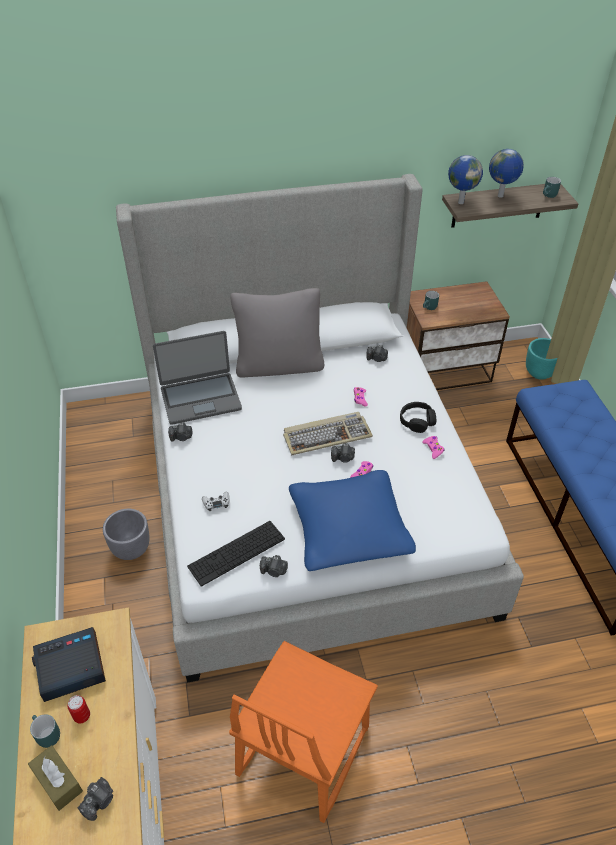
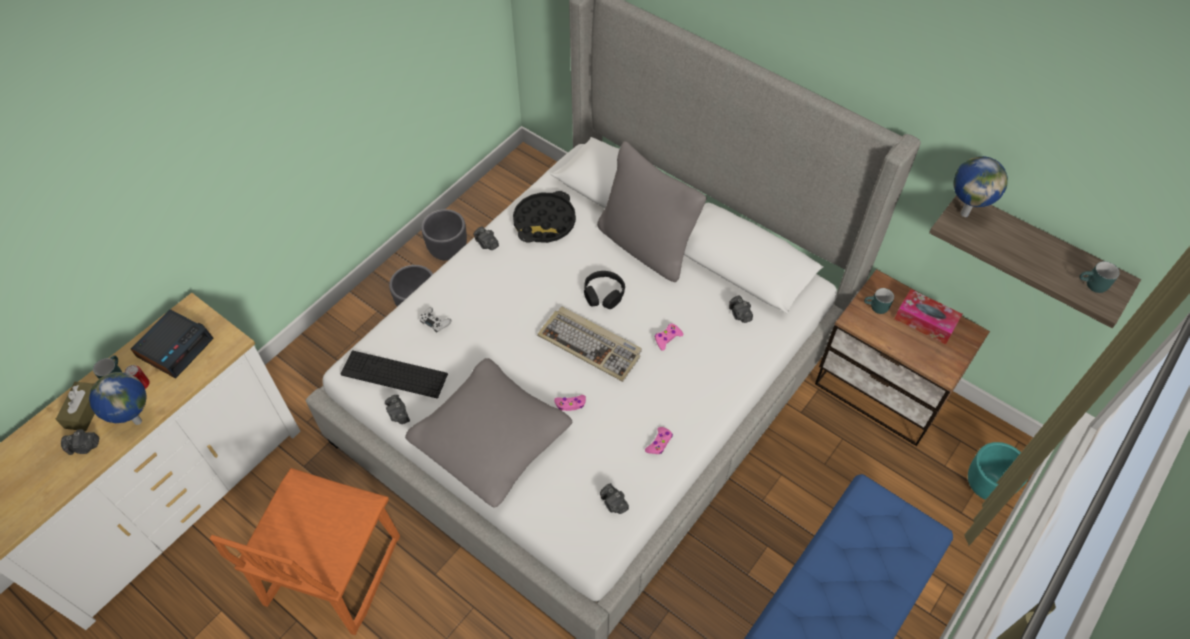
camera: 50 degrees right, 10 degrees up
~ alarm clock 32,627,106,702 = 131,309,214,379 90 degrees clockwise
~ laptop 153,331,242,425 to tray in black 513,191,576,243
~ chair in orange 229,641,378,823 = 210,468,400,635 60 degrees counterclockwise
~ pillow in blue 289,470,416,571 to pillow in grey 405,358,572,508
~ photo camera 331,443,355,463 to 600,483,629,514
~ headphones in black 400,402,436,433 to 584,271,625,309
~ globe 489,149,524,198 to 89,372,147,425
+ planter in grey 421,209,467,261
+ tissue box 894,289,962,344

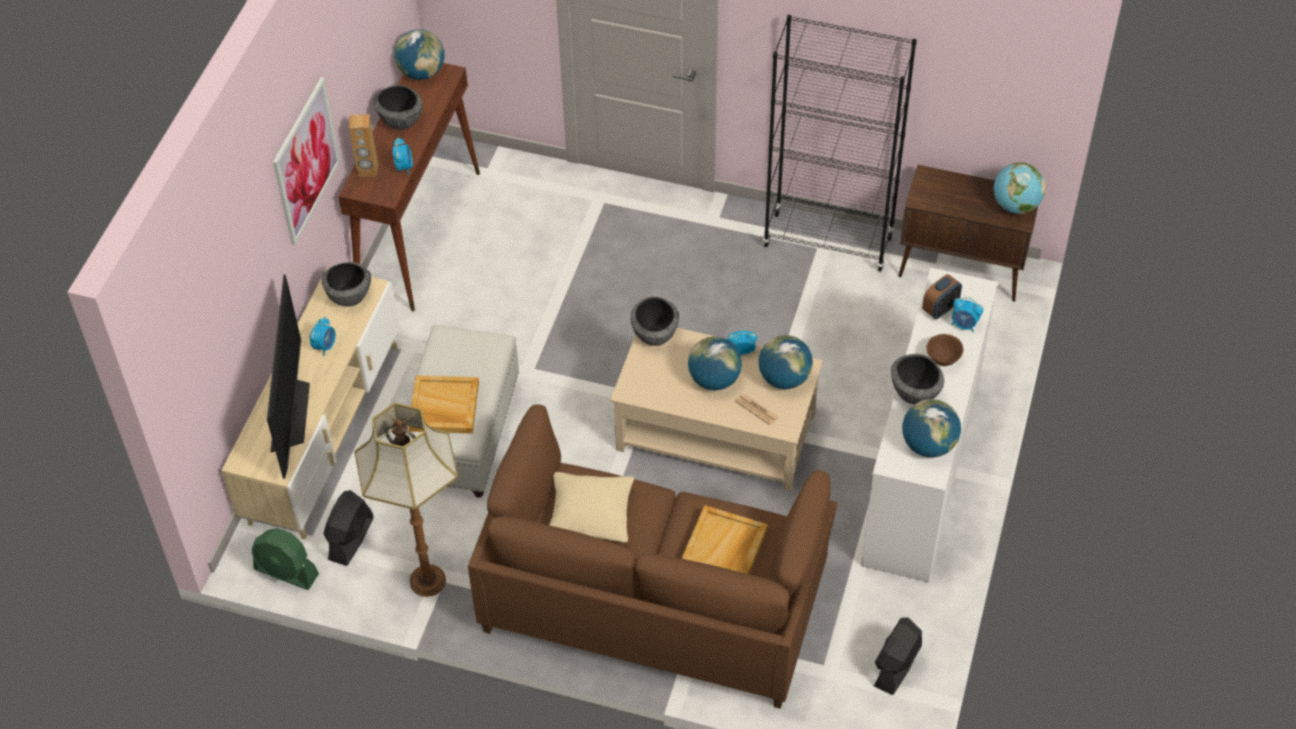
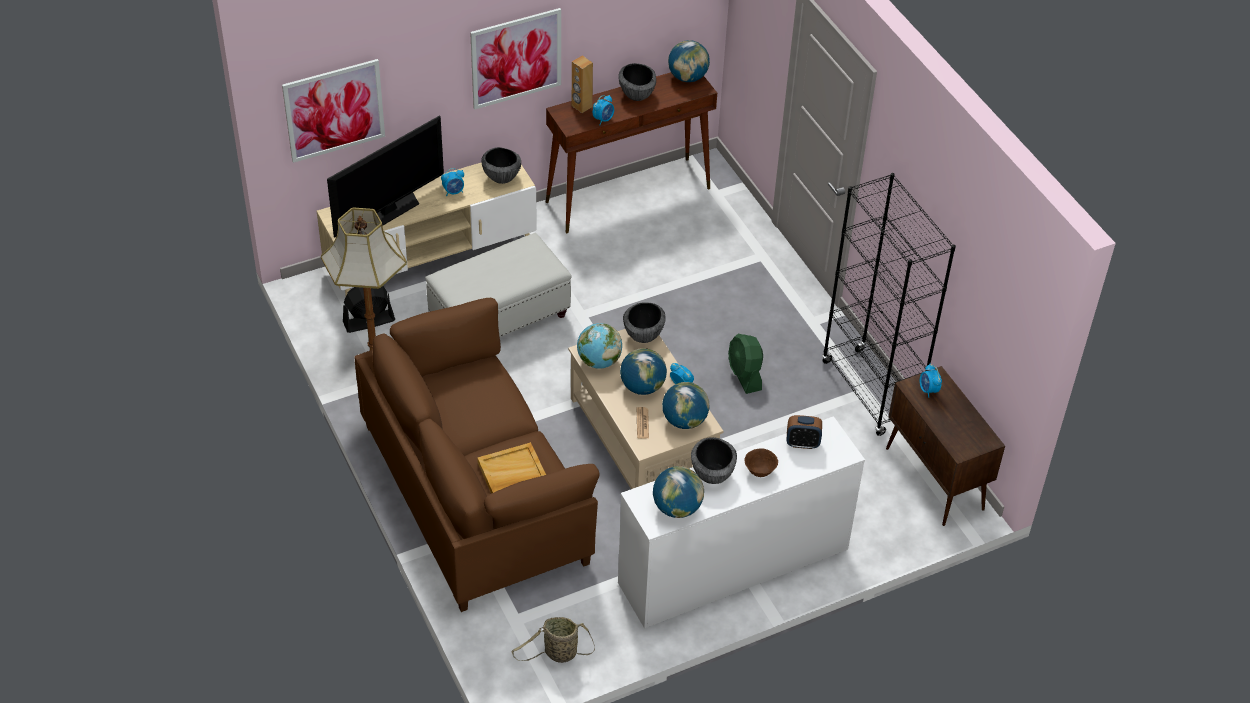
camera: 45 degrees right, 5 degrees down
~ fan in green 252,528,319,590 to 728,334,763,394
- tray in beige 408,376,479,434
- pillow in beige 549,472,634,543
~ fan in black 874,618,922,695 to basket 511,617,595,663
~ alarm clock 951,297,983,332 to 920,364,942,398
~ globe 994,162,1046,214 to 577,323,622,369
+ picture 282,59,385,163

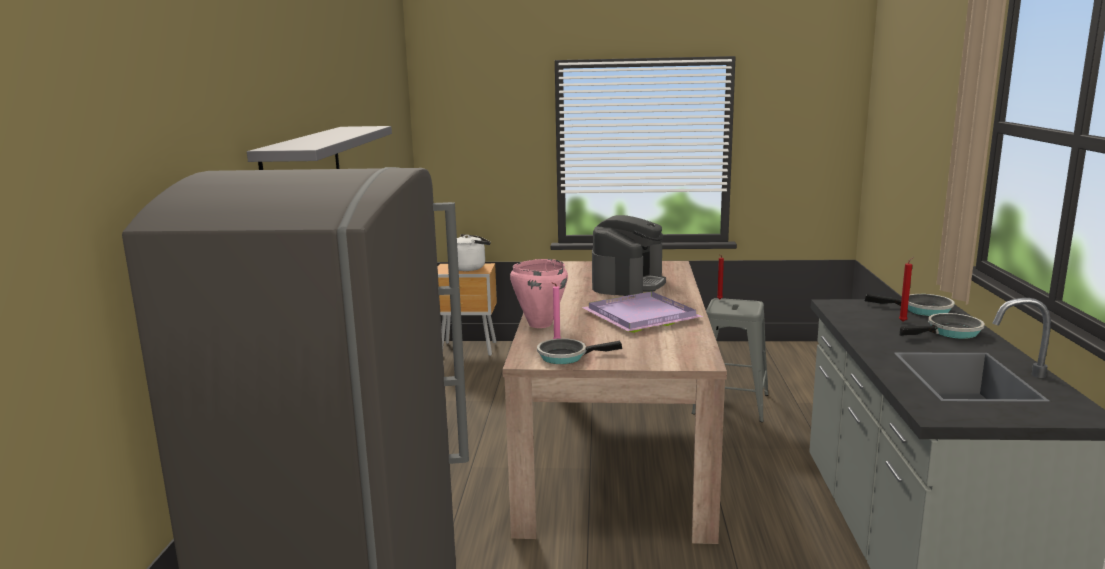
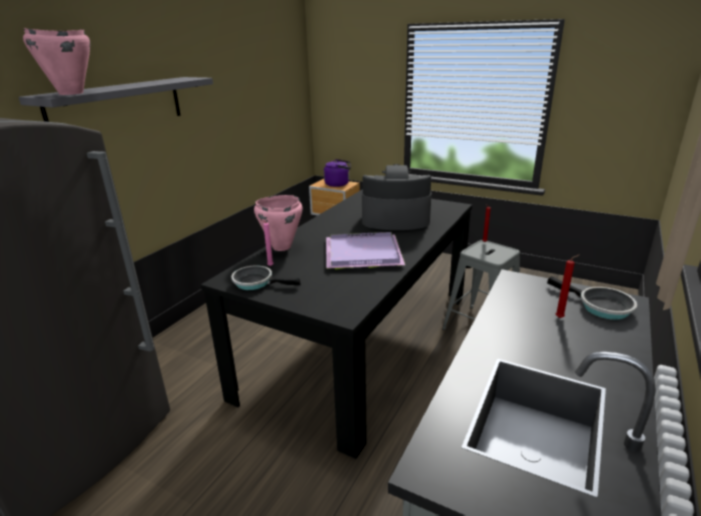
camera: 25 degrees right, 10 degrees up
~ kettle in white 457,234,490,271 to kettle in purple 324,159,351,187
~ dining table in beige 502,261,727,544 to dining table in black 201,189,472,459
~ coffee machine 592,215,666,297 = 362,164,432,230 135 degrees counterclockwise
- frying pan 900,313,985,339
+ cooking pot in pink 23,28,90,95

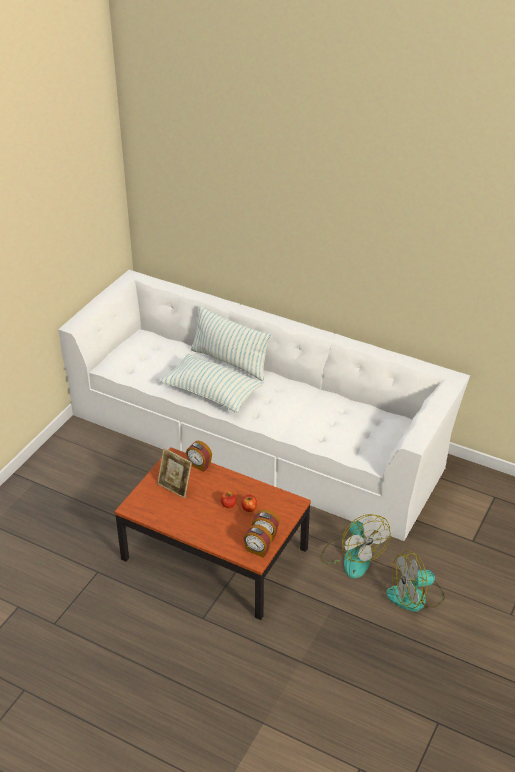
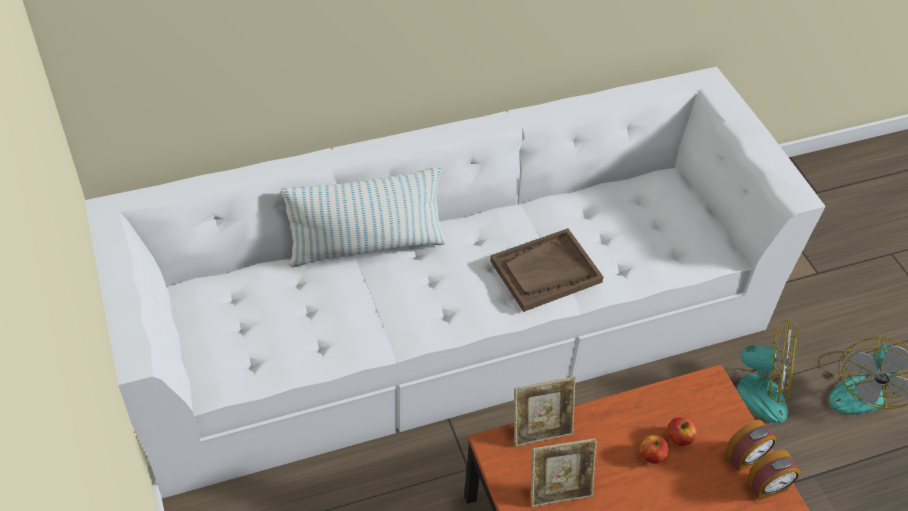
camera: 50 degrees left, 10 degrees up
- pillow 159,353,264,413
~ alarm clock 186,441,212,472 to picture frame 514,377,576,447
+ tray in brown 490,228,603,312

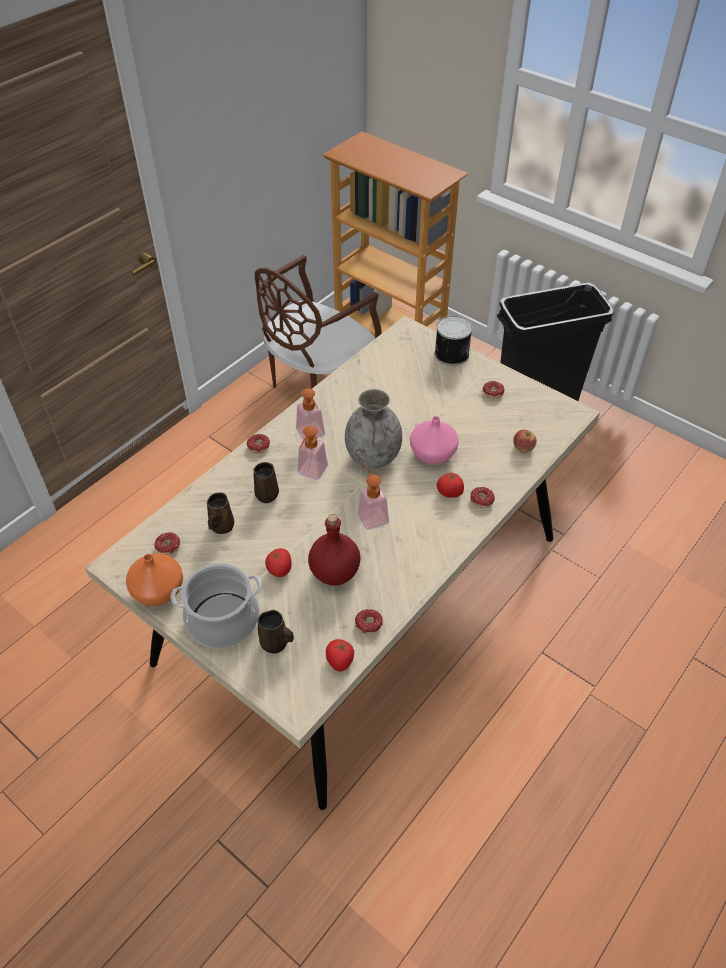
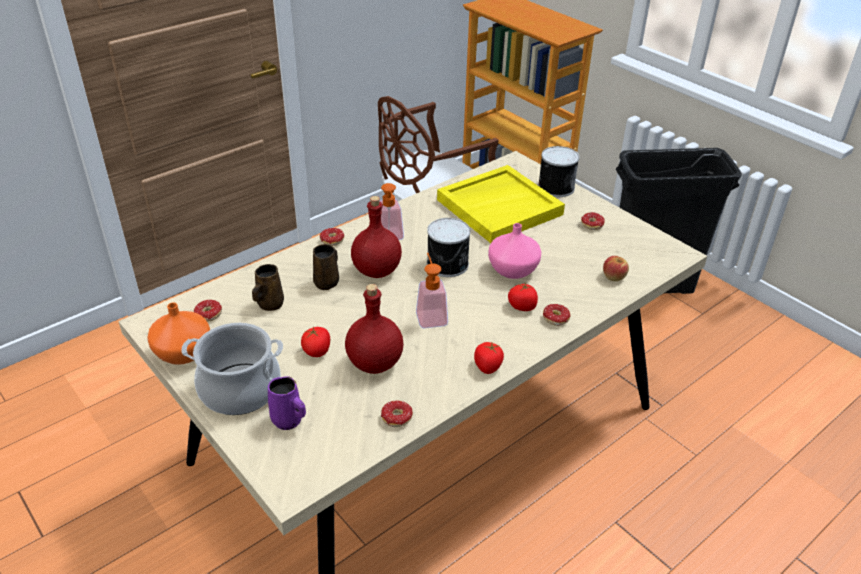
camera: 10 degrees right, 10 degrees down
~ mug in brown 258,610,294,654 to mug in purple 268,376,306,430
~ soap dispenser 297,426,328,480 to bottle in red 351,196,402,278
~ tomato 326,639,354,672 to 474,342,504,374
~ vase in grey 345,389,402,468 to can 427,218,471,277
+ tray in yellow 437,165,565,243

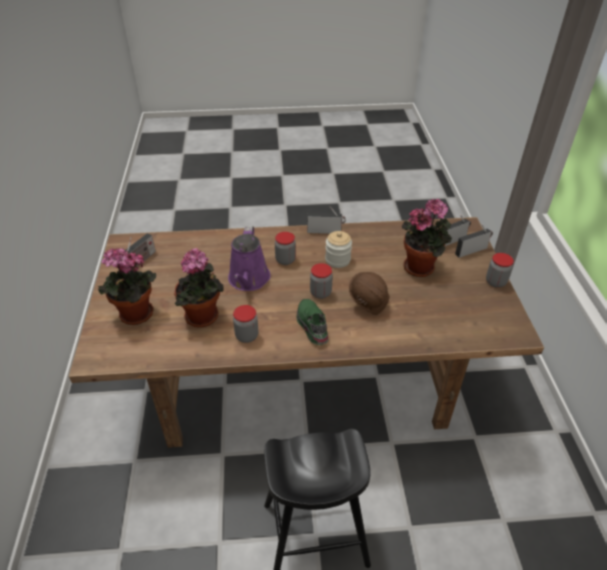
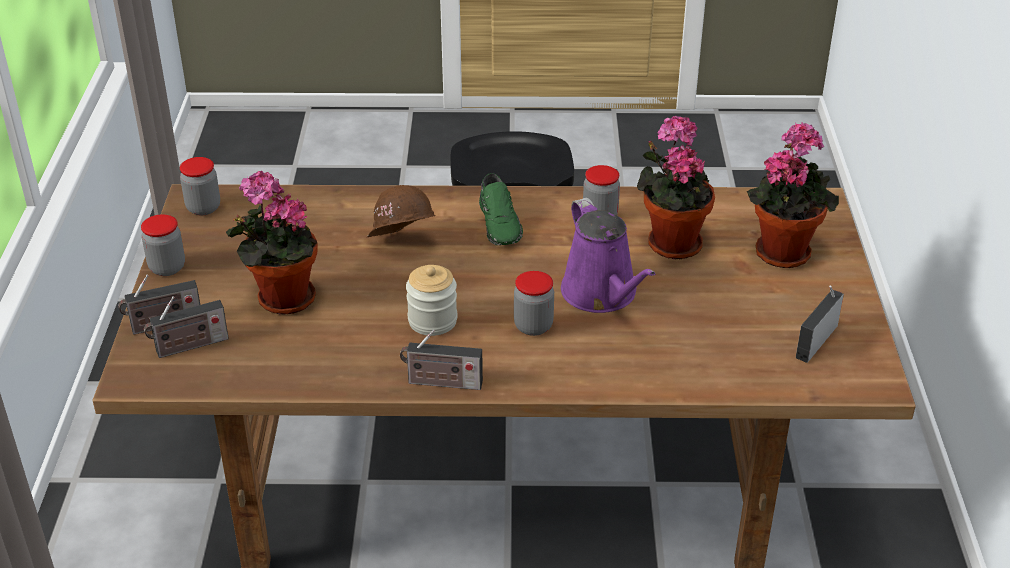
camera: 175 degrees left, 5 degrees down
~ watering can in purple 228,226,271,291 = 561,198,656,313 150 degrees clockwise
~ jar 310,263,333,299 to 180,157,220,215

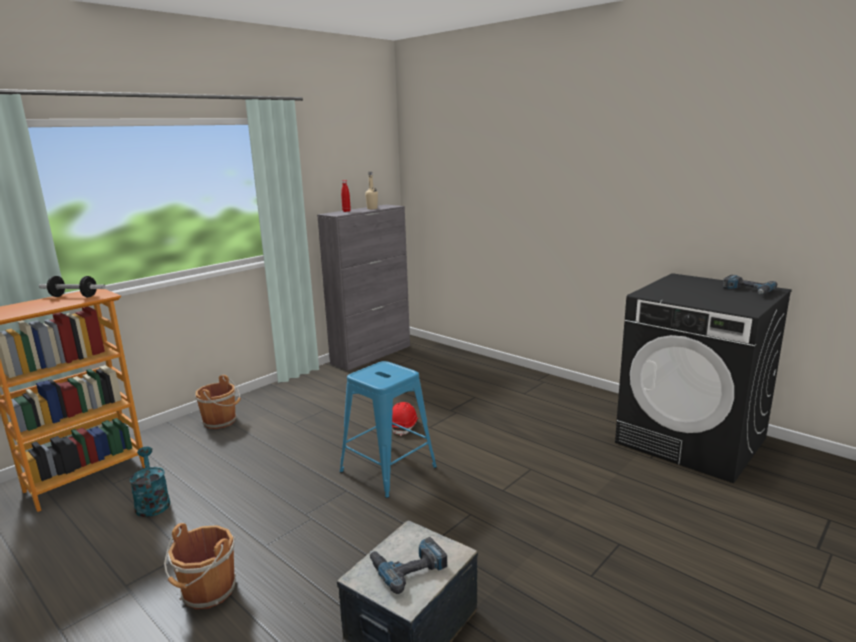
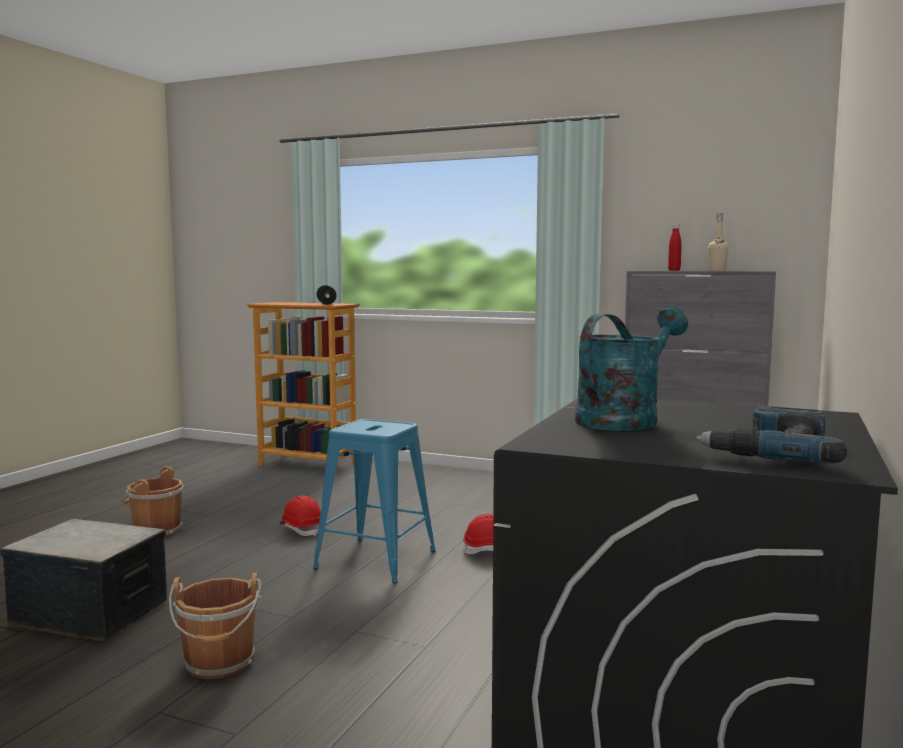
camera: 70 degrees right, 10 degrees down
~ watering can in turquoise 130,447,170,517 to 575,306,688,431
~ bucket in brown 195,375,241,429 to 169,573,261,679
- power drill 369,537,447,594
+ hard hat in red 280,495,321,536

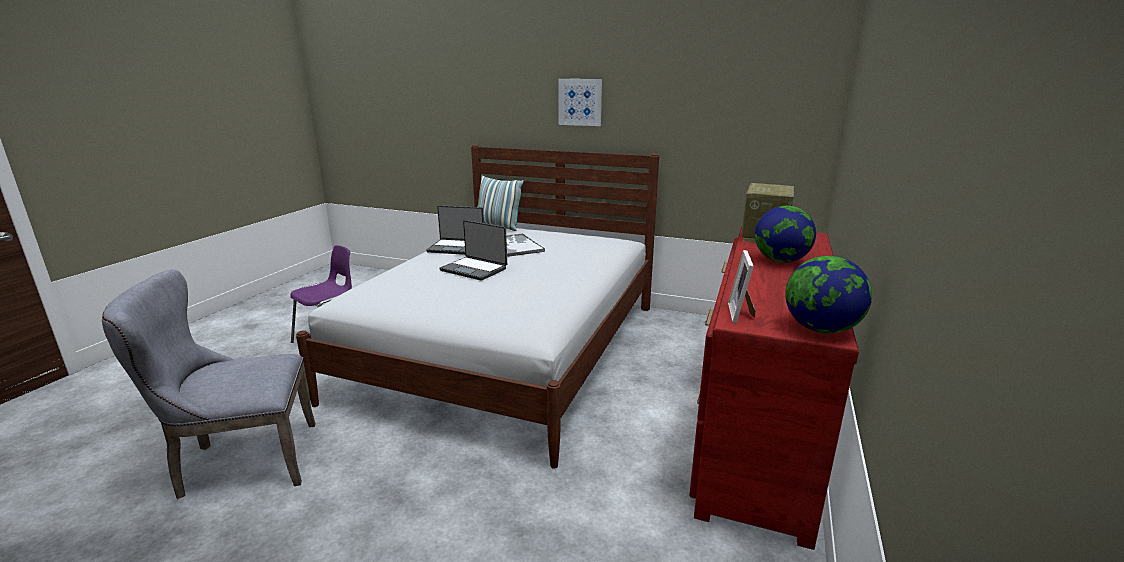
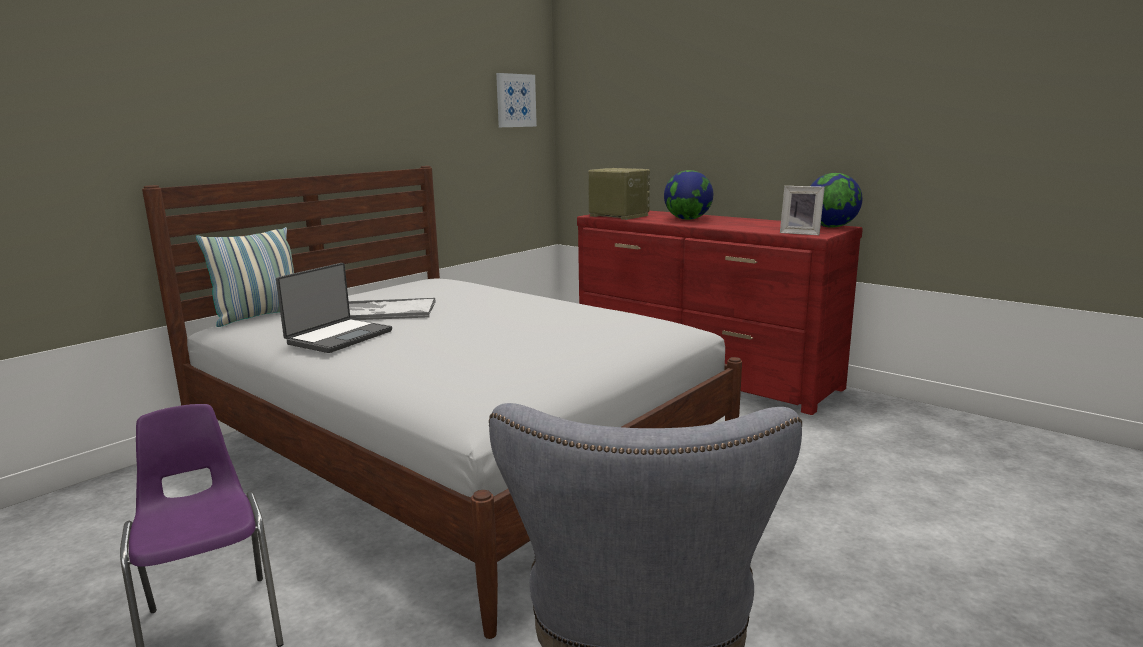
camera: 70 degrees left, 5 degrees down
- laptop 439,220,507,281
~ picture 558,79,602,126 to 496,73,537,127

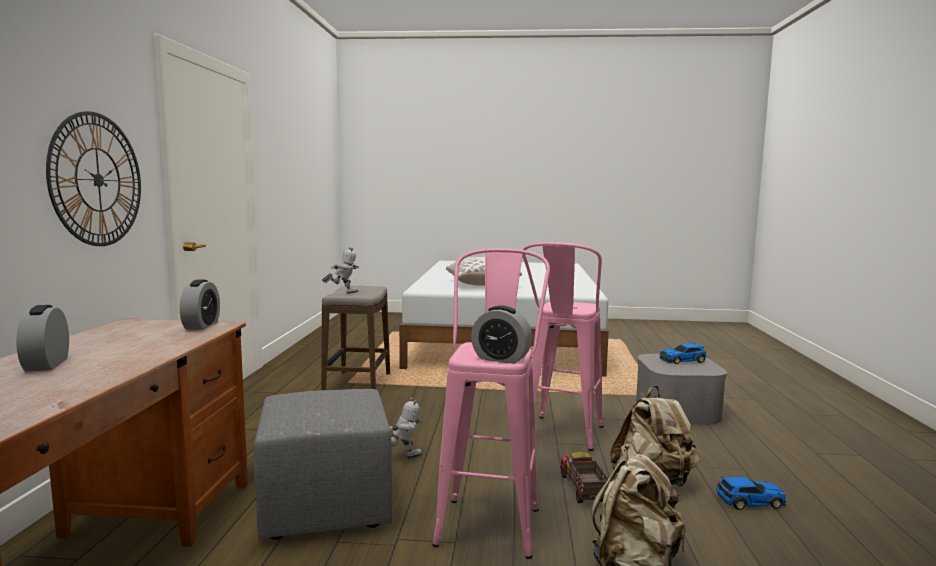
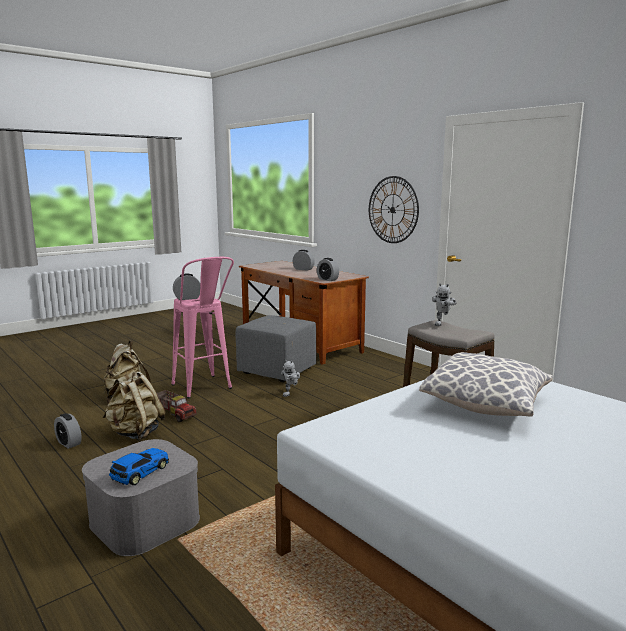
camera: 135 degrees right, 5 degrees up
- stool in pink 522,242,604,451
~ toy car 716,476,786,510 to alarm clock 54,413,82,449

